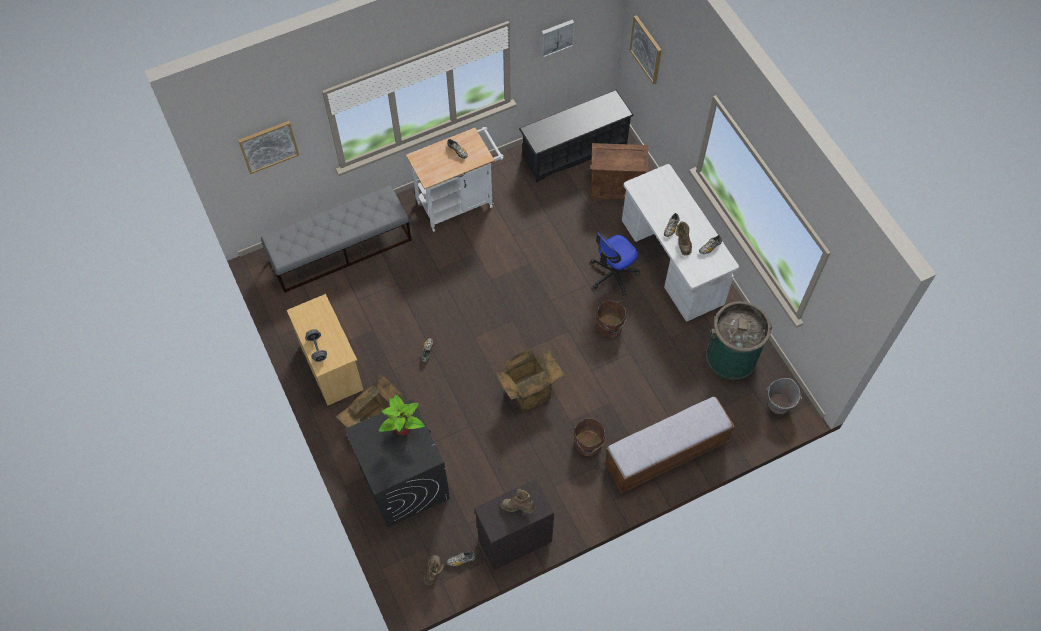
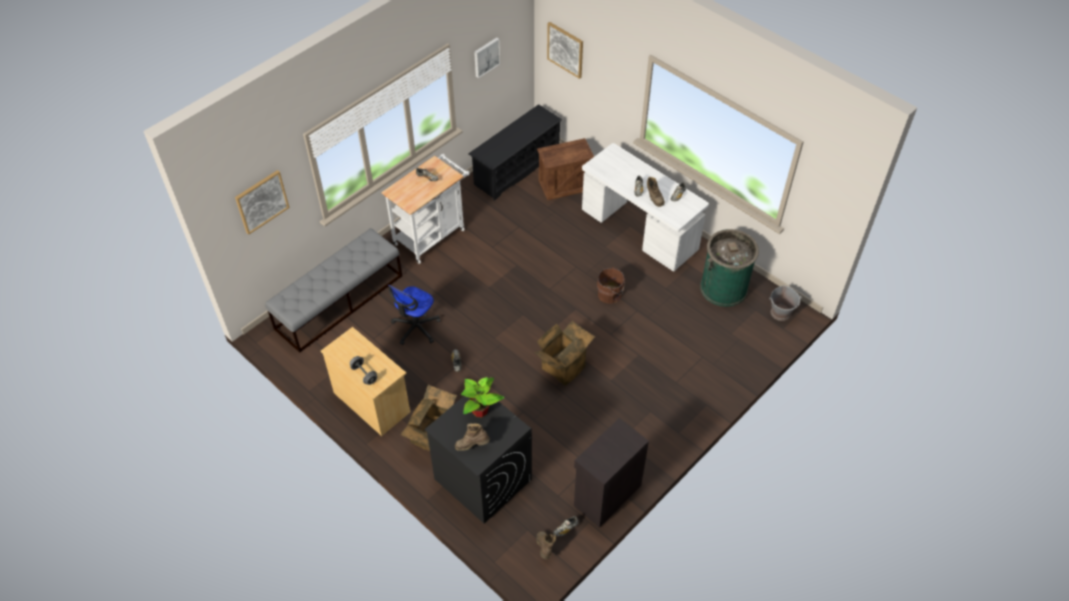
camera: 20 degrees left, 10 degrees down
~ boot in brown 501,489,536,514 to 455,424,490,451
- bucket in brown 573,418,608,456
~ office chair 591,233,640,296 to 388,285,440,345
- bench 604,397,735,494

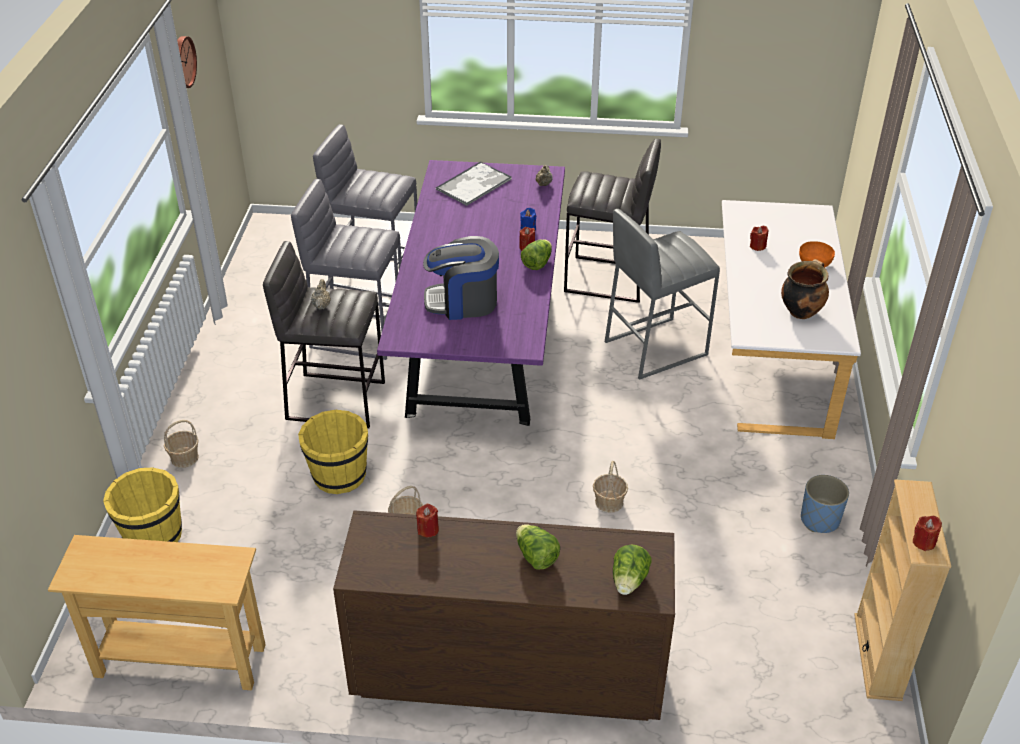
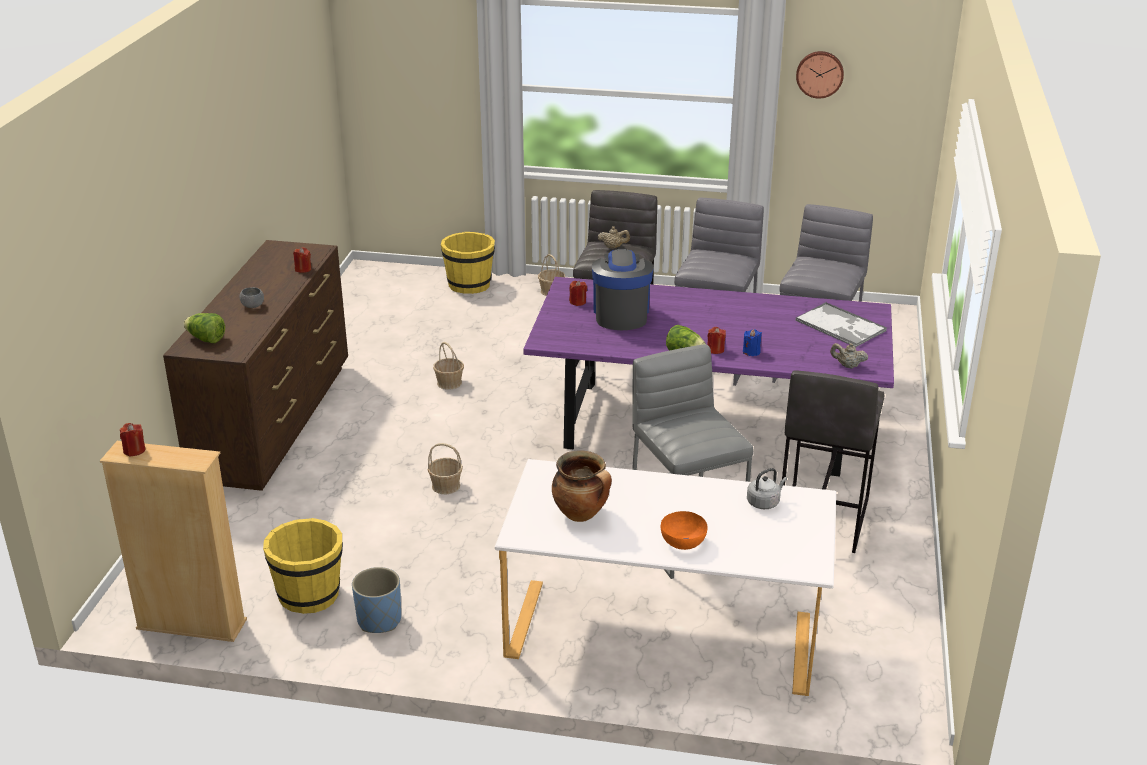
camera: 95 degrees right, 10 degrees down
- console table in beige 48,535,266,690
~ bucket in yellow 298,410,368,494 to 263,518,343,614
~ lettuce 516,524,560,570 to bowl in grey 240,287,264,308
~ candle in red 750,226,768,251 to 569,281,587,306
+ kettle in grey 747,468,787,509

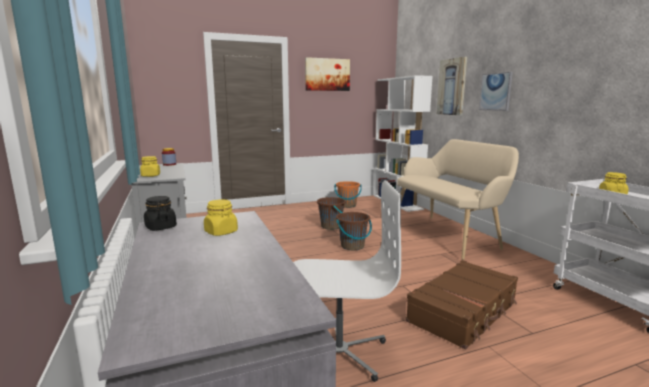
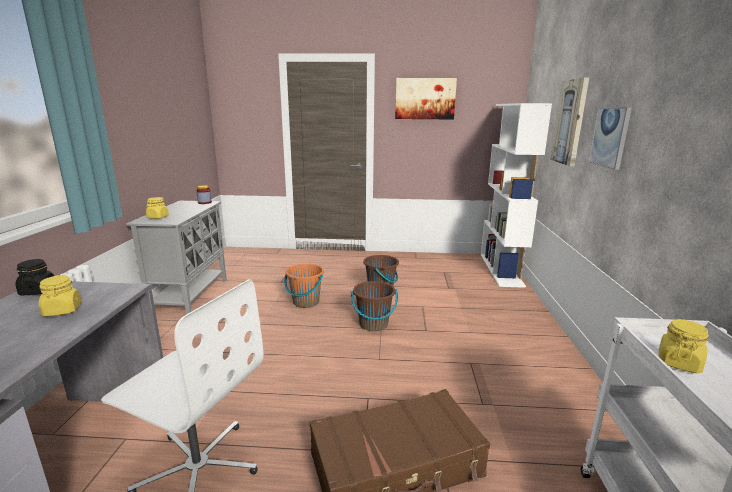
camera: 25 degrees right, 5 degrees up
~ bucket in orange 335,181,362,208 to 284,264,324,308
- bench in beige 397,139,519,260

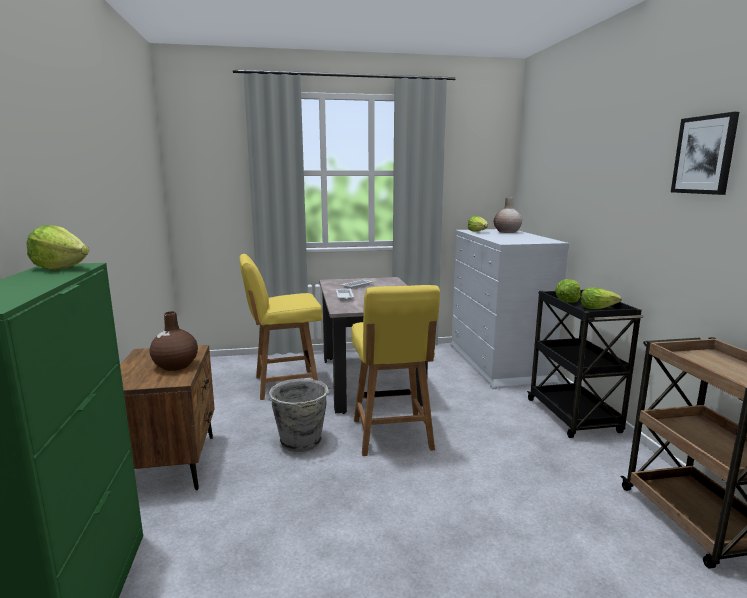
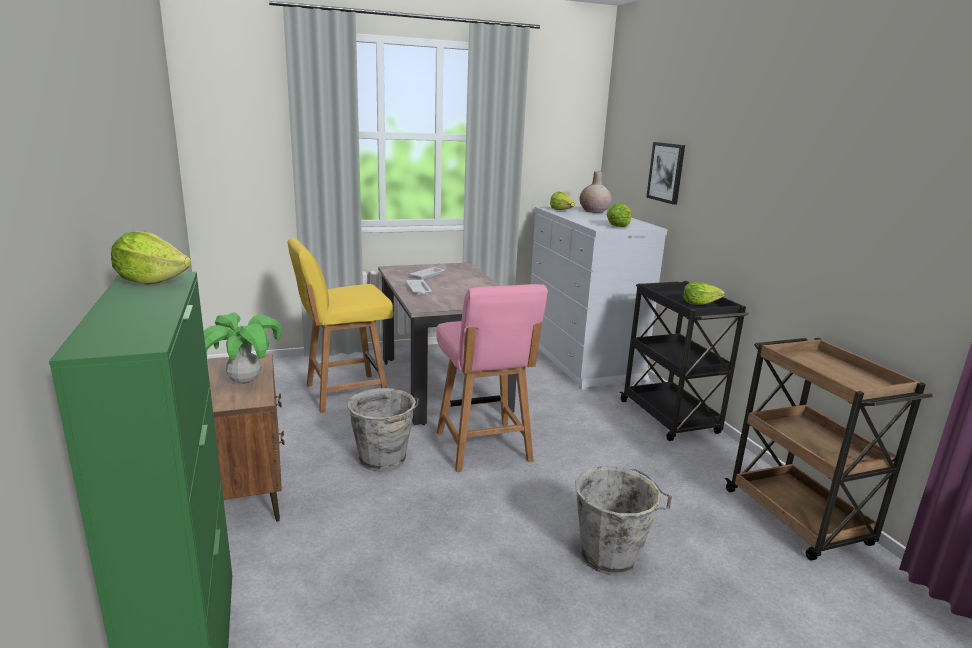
camera: 10 degrees left, 5 degrees up
~ vase in brown 150,311,198,371 to potted plant 204,312,282,384
~ chair in yellow 351,285,440,456 to chair in pink 436,284,548,472
~ lettuce 555,279,581,302 to 607,203,631,227
~ picture 671,112,739,195 to 646,142,685,205
+ bucket in grey 575,466,672,575

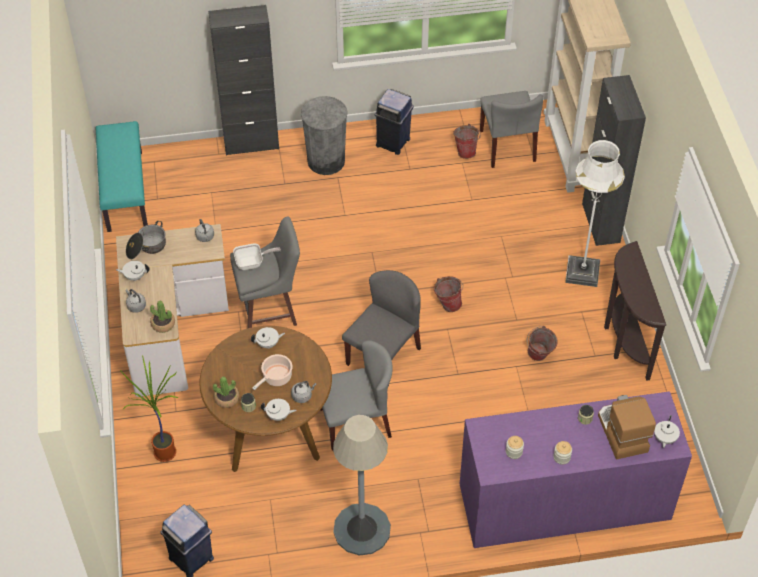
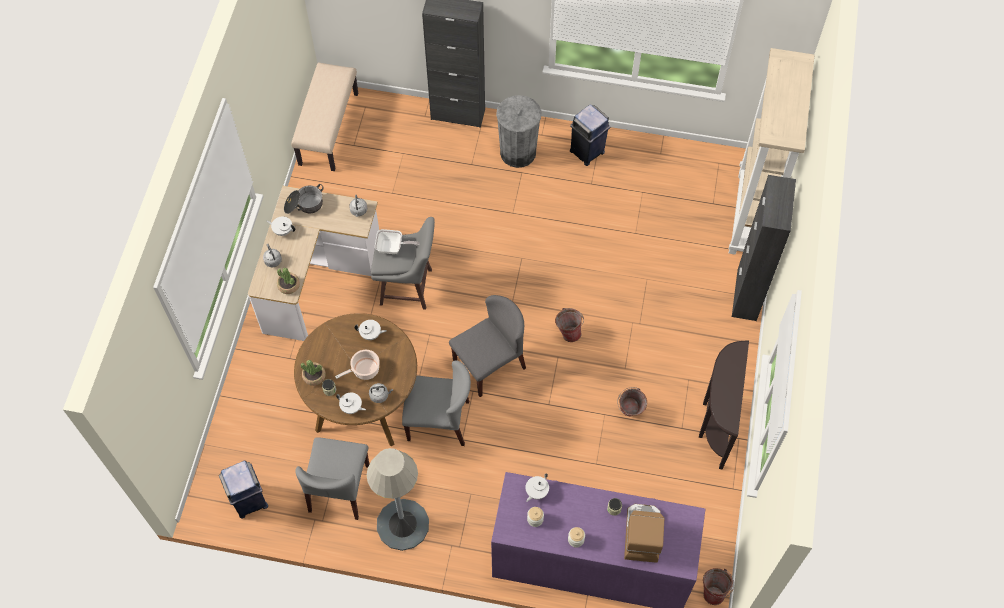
camera: 20 degrees right, 10 degrees up
~ bench in turquoise 95,121,148,232 to bench in beige 291,63,358,171
- potted plant 119,355,179,462
~ bucket 453,124,481,159 to 703,568,734,605
~ chair in grey 480,91,543,168 to 295,437,369,520
- floor lamp in white 565,140,625,287
~ teapot in white 654,415,680,448 to 525,473,549,502

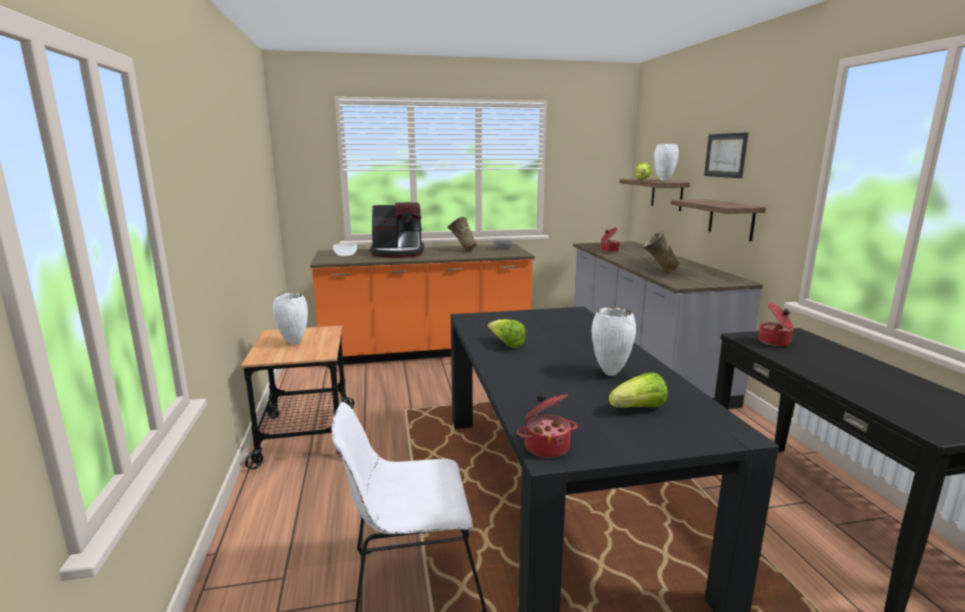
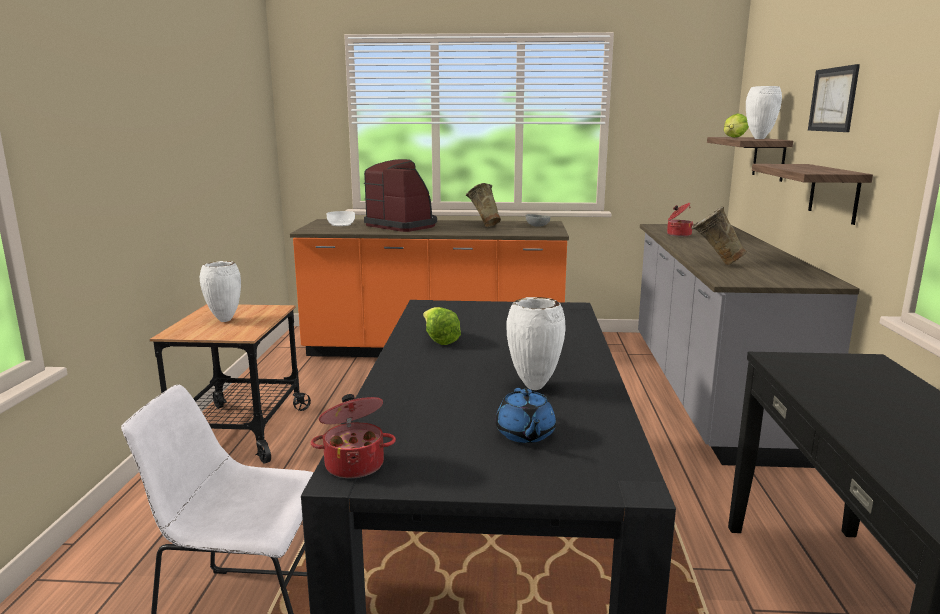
camera: 15 degrees right, 0 degrees up
~ coffee machine 370,202,424,258 = 364,159,437,232 150 degrees counterclockwise
~ lettuce 609,373,668,408 to teapot in blue 495,388,556,443
- cooking pot 758,303,794,346

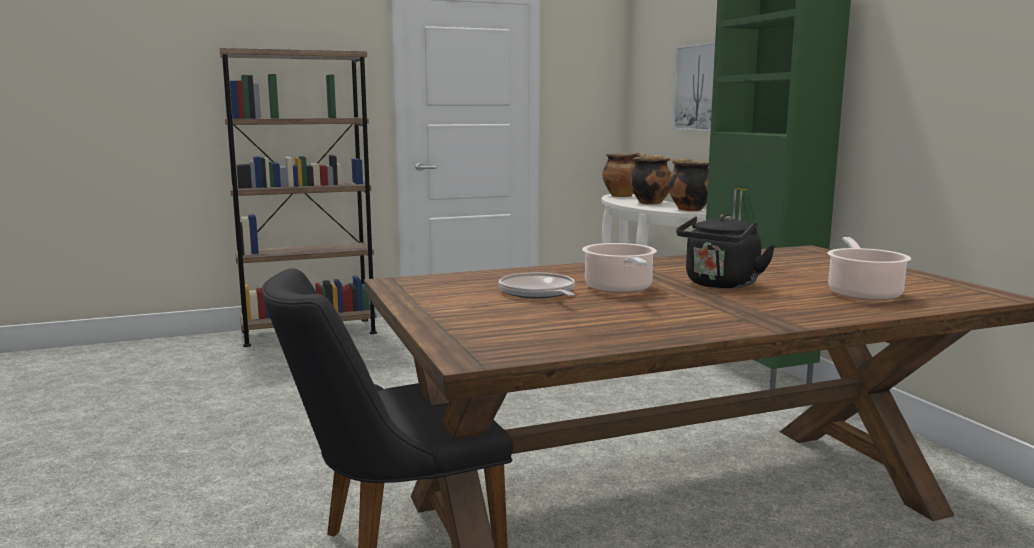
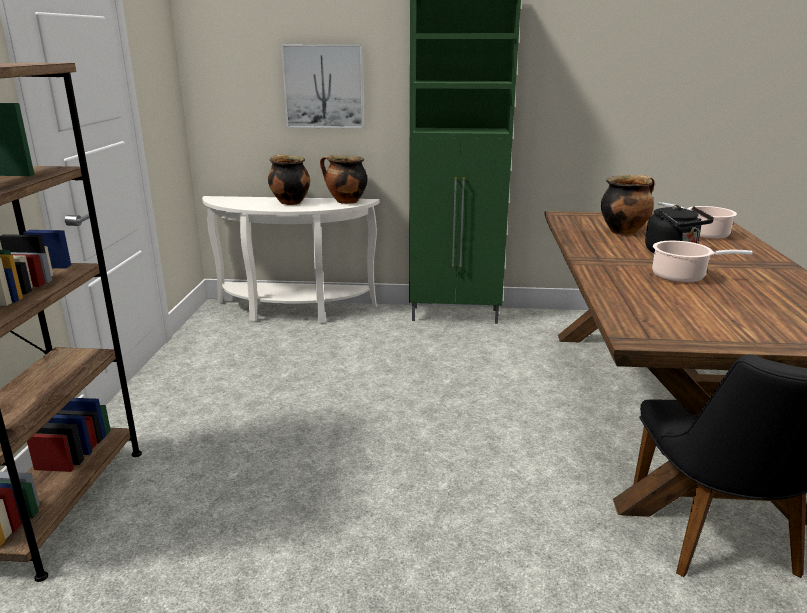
camera: 65 degrees left, 10 degrees up
- frying pan 499,272,575,299
~ cooking pot 602,153,646,197 to 601,175,655,235

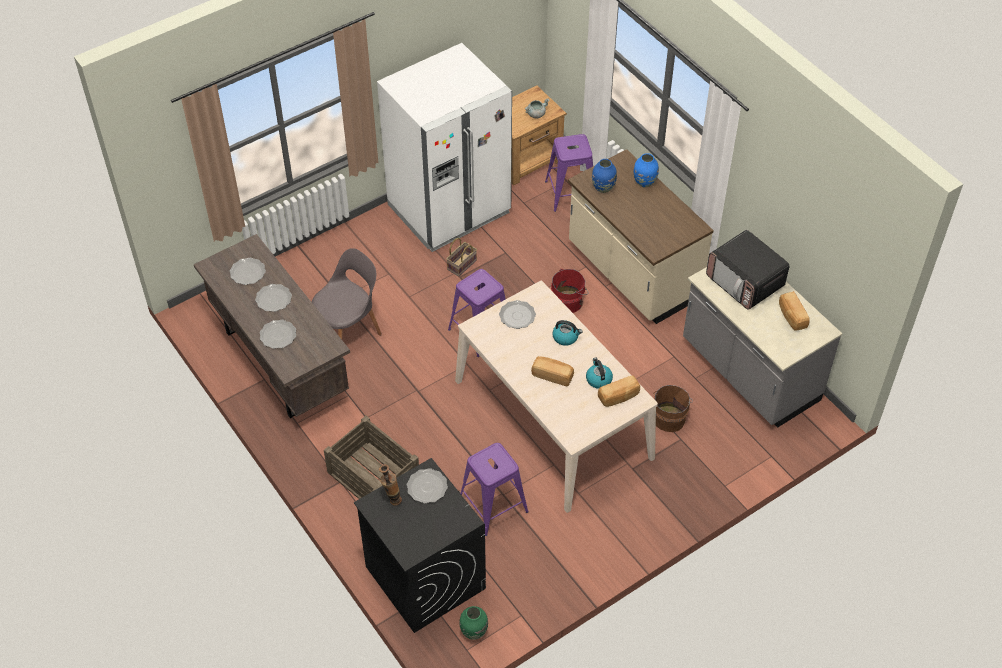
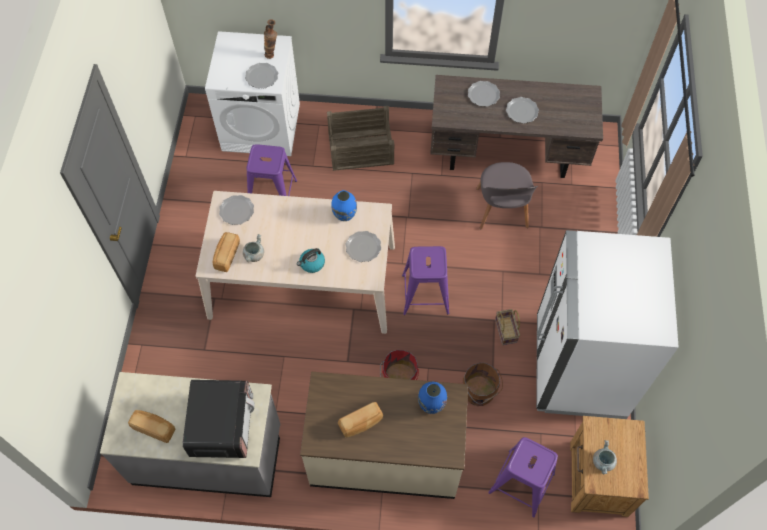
camera: 130 degrees right, 10 degrees up
~ plate 230,258,266,285 to 219,195,254,225
~ washing machine in black 354,458,486,633 to washing machine in white 205,31,300,156
- vase in green 459,606,488,640
~ bread 531,356,574,386 to 338,402,383,437
~ kettle 586,358,613,389 to cooking pot in grey 243,234,264,262
~ vase in blue 634,153,659,187 to 331,190,357,221
~ bucket in brown 653,385,693,432 to 463,363,503,406
~ microwave 706,230,789,310 = 183,380,255,458 90 degrees clockwise

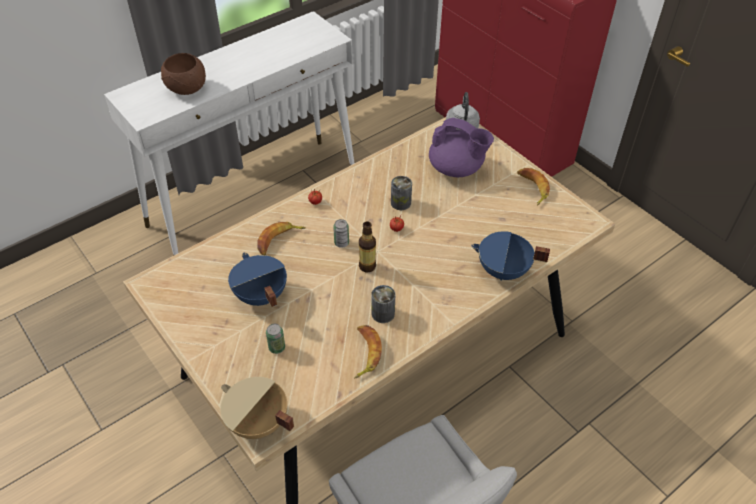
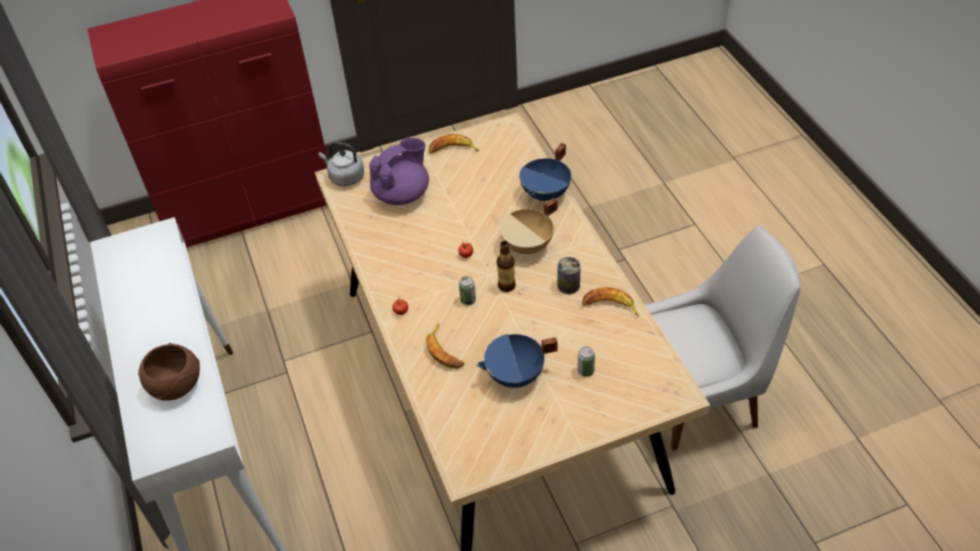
camera: 70 degrees left, 0 degrees up
~ cooking pot in beige 220,377,294,439 to 499,198,557,254
- can 391,176,412,210

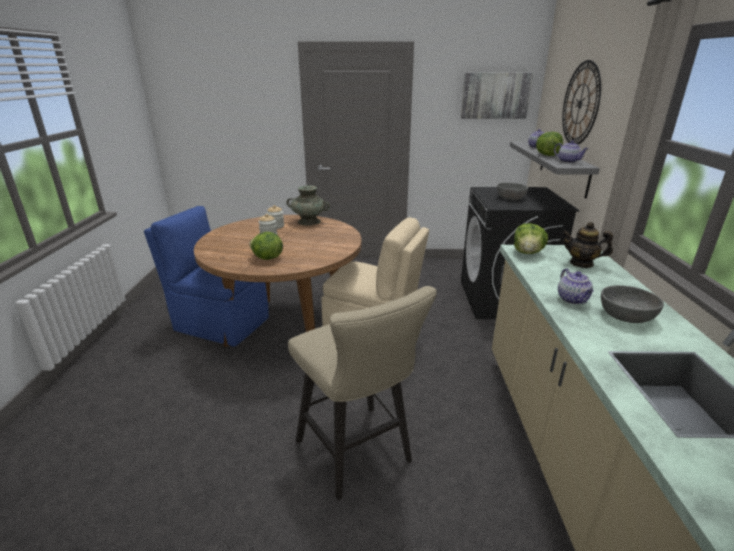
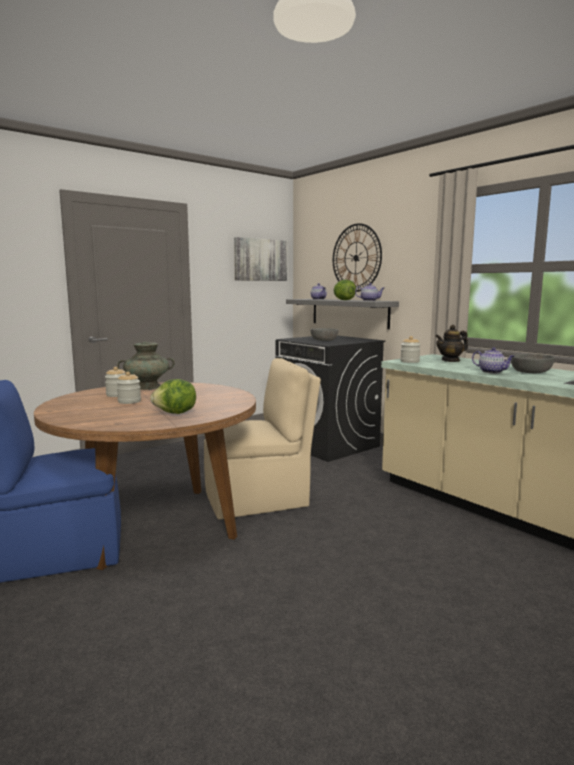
camera: 40 degrees left, 15 degrees down
- stool in beige 288,286,437,500
~ lettuce 514,223,548,254 to jar 400,336,420,363

